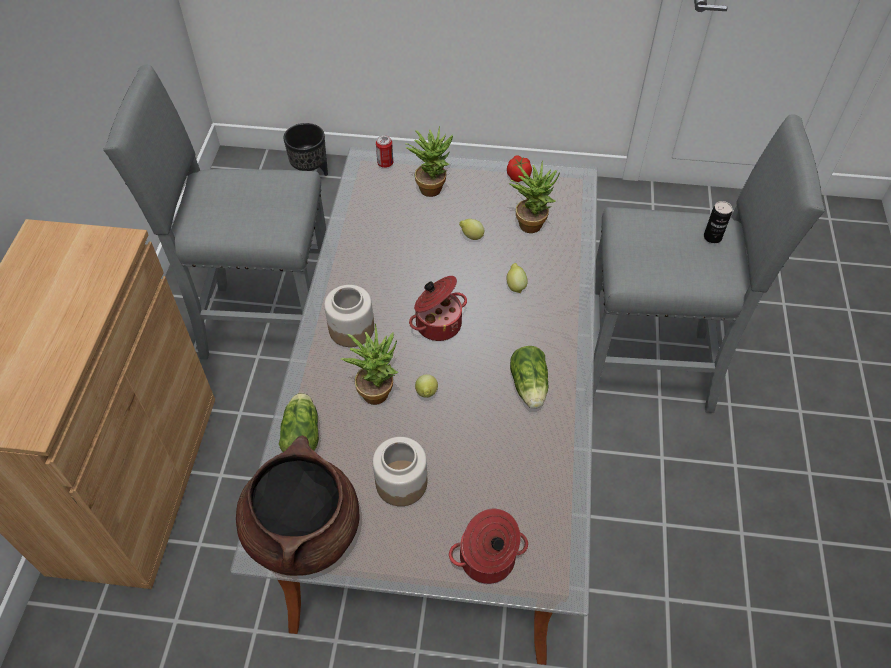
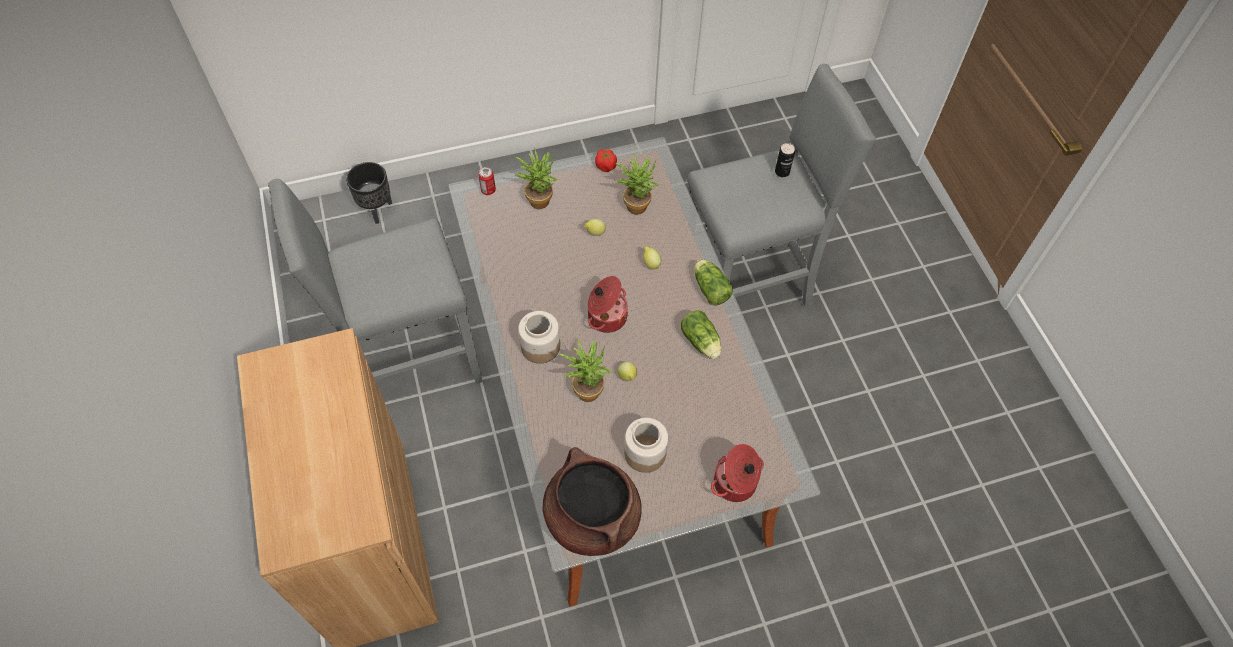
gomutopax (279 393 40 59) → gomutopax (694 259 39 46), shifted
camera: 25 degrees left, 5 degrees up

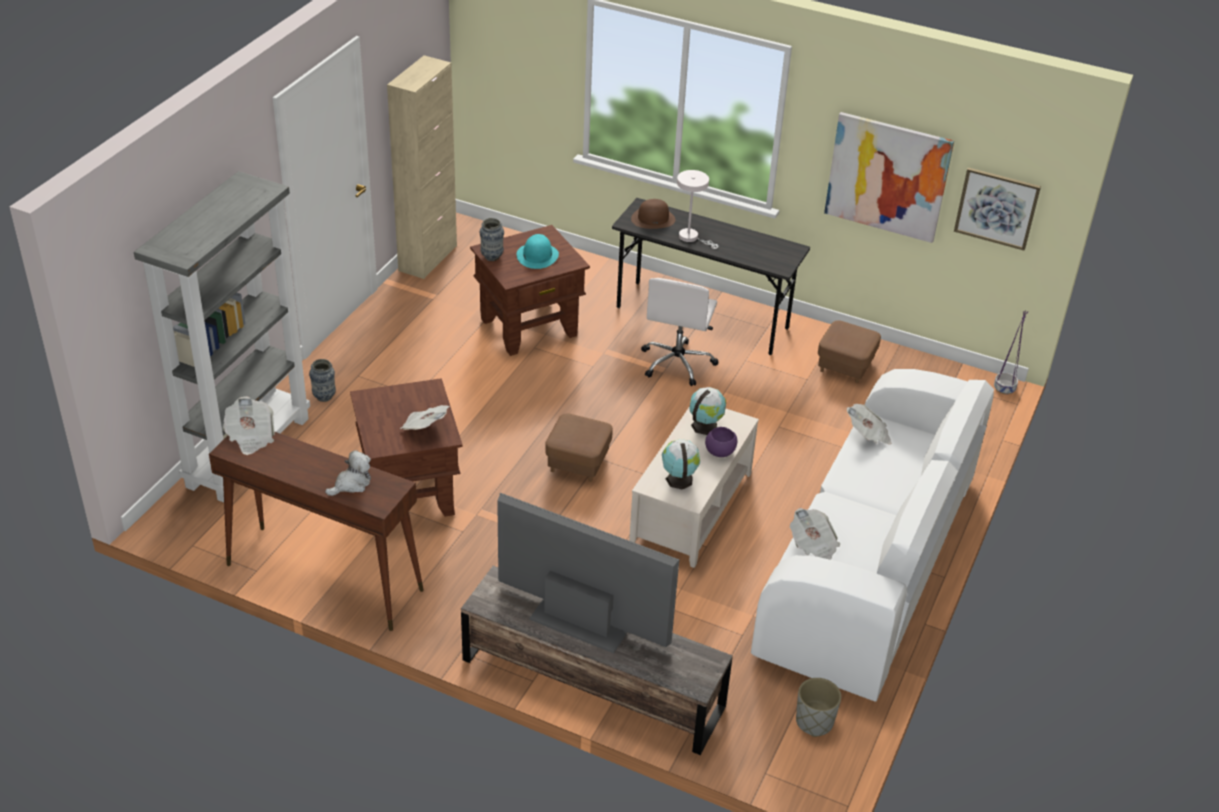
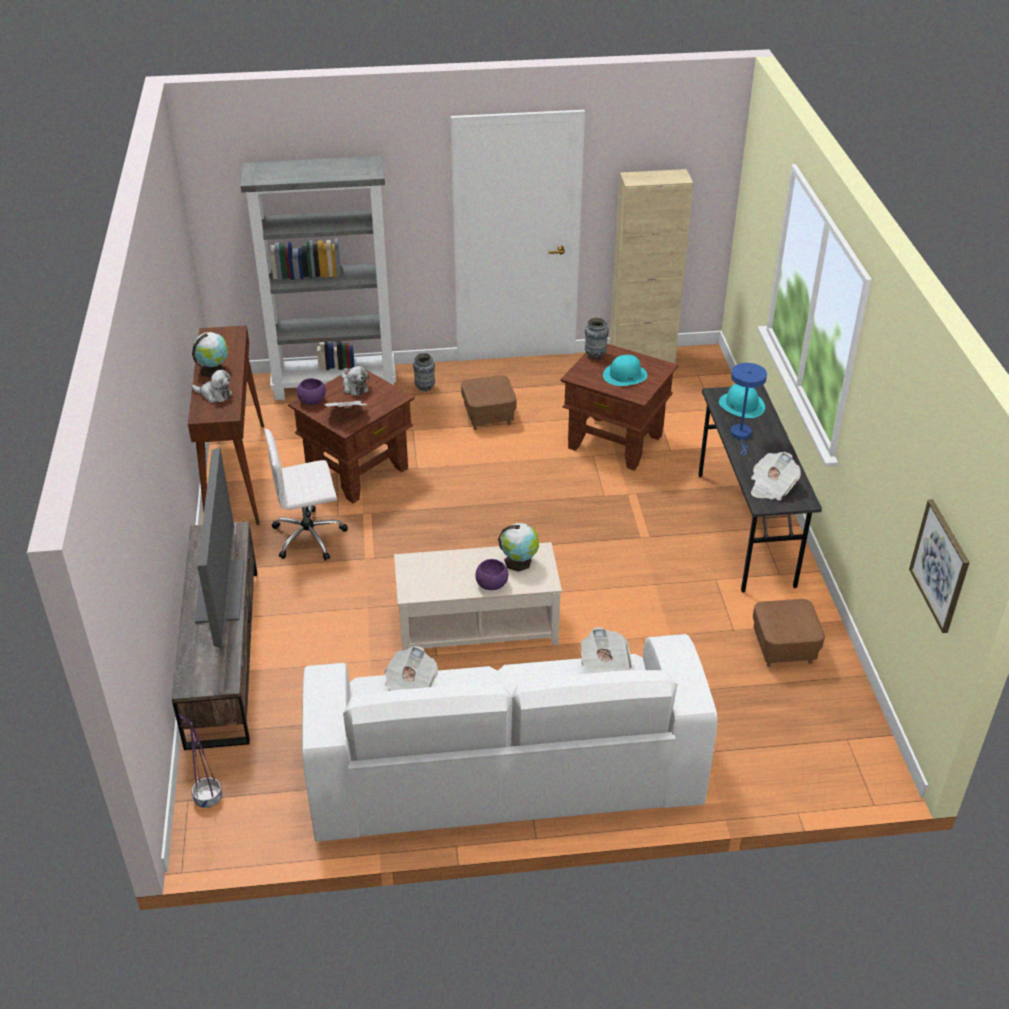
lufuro (824 112 130 131) → -
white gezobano (677 170 41 79) → blue gezobano (730 363 37 92)
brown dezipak (631 199 44 30) → turquoise dezipak (719 384 46 34)
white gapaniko (641 278 78 108) → white gapaniko (264 429 84 132), shifted
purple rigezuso (994 310 34 85) → purple rigezuso (177 713 45 95), shifted
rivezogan (223 396 52 59) → rivezogan (751 452 50 48), shifted
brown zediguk (545 413 68 69) → brown zediguk (461 375 56 55), shifted
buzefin (662 439 38 50) → buzefin (192 332 36 46), shifted
grey rigezuso (796 678 45 59) → -
- → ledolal (341 366 28 30)
- → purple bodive (297 378 29 27)
camera: 60 degrees right, 0 degrees up

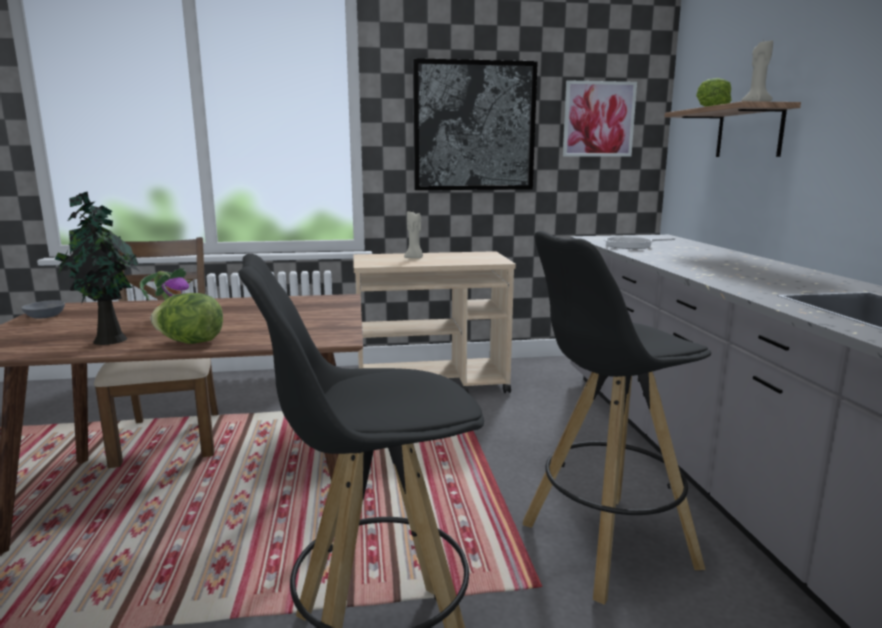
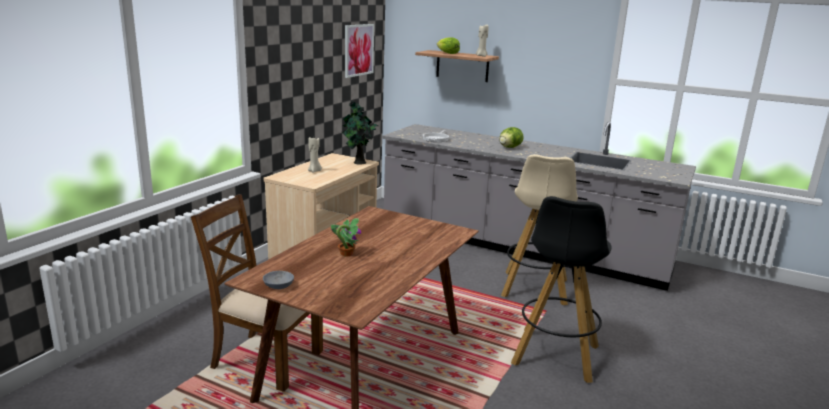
lufuro (413 58 125 132) → -
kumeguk (55 191 85 154) → kumeguk (341 101 37 64), shifted
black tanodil (523 231 188 374) → beige tanodil (501 154 77 151)
gomutopax (151 293 72 51) → gomutopax (499 127 25 21), shifted
camera: 55 degrees left, 5 degrees up

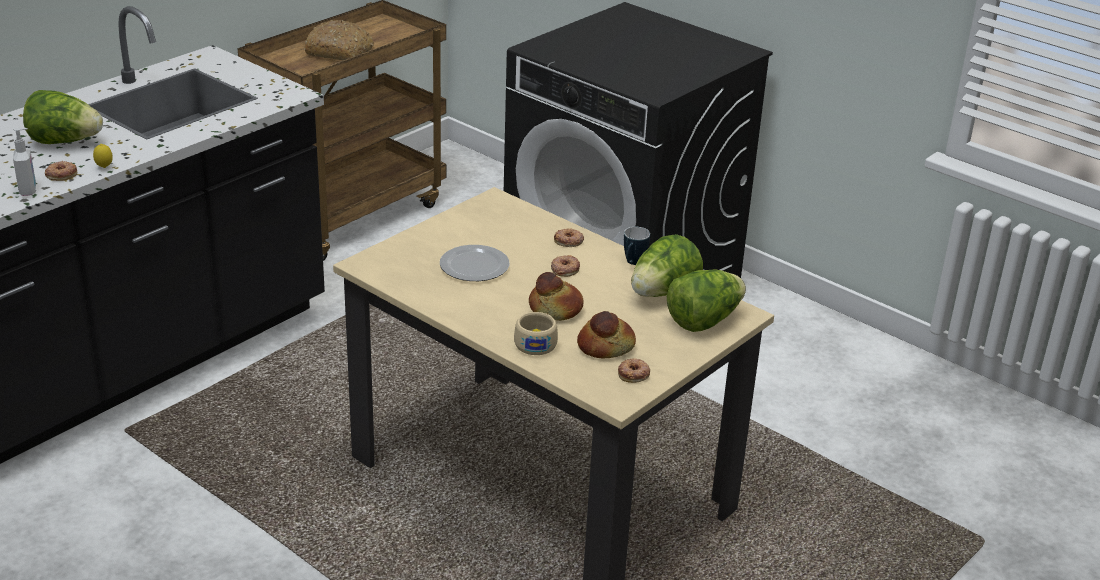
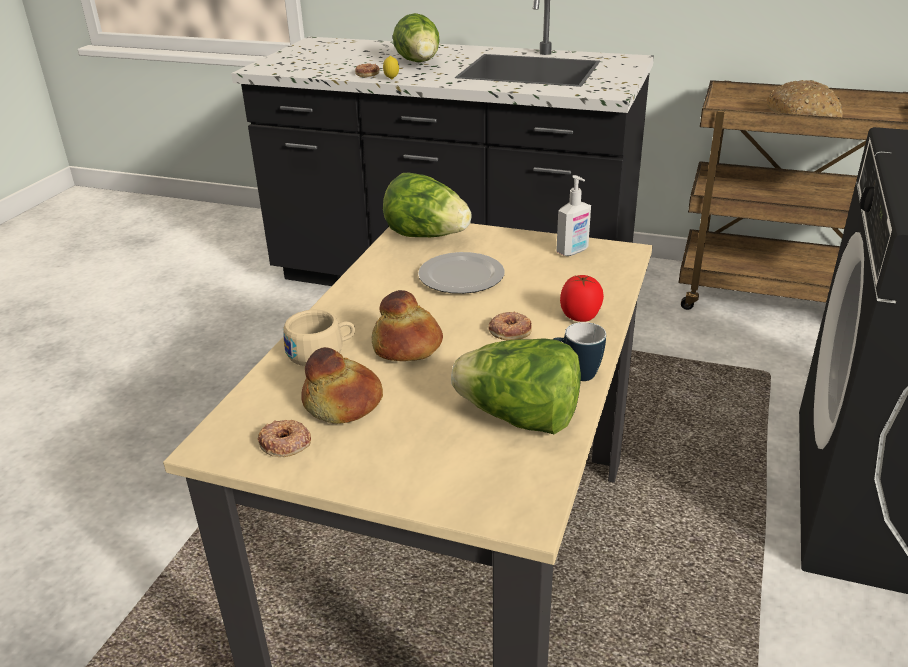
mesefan (13 128 23 68) → mesefan (556 175 35 81), shifted
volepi (554 228 30 19) → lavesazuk (560 275 44 47)
gomutopax (667 270 79 62) → gomutopax (383 172 89 65), shifted
camera: 70 degrees right, 0 degrees up

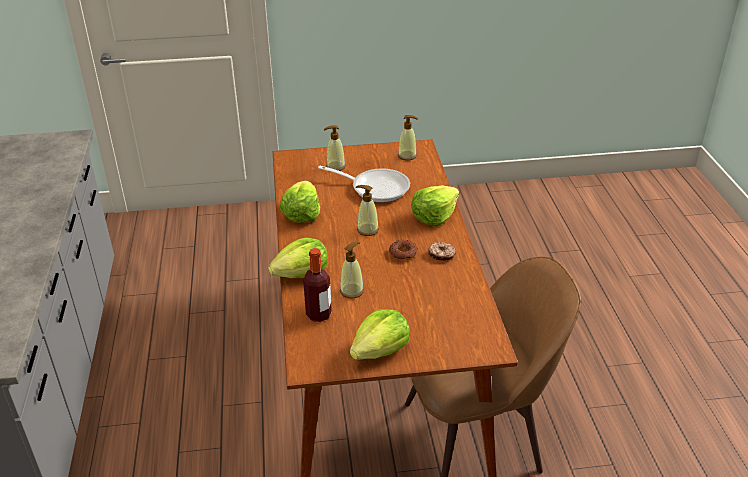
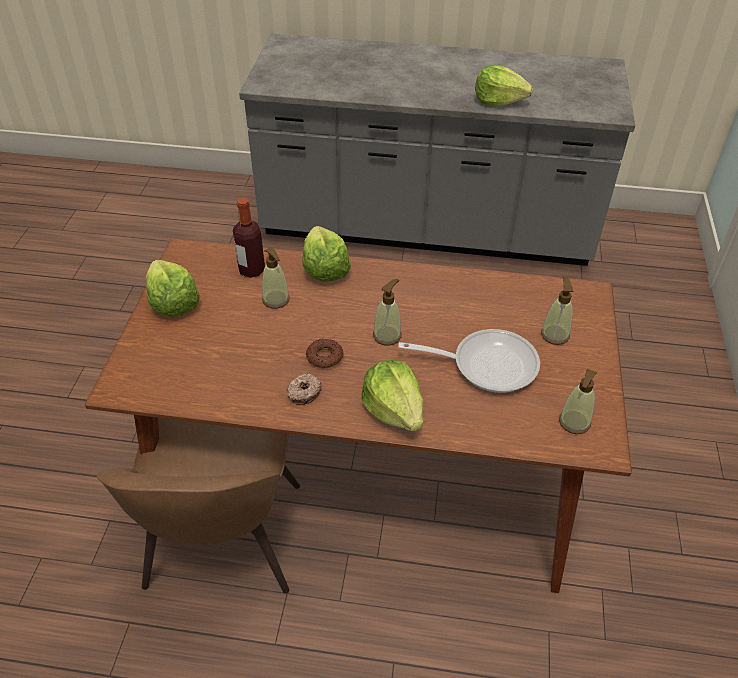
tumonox (318 166 92 36) → tumonox (398 329 142 64), 120 degrees counterclockwise
gomutopax (280 181 40 41) → gomutopax (475 64 58 42), shifted
camera: 105 degrees right, 10 degrees up

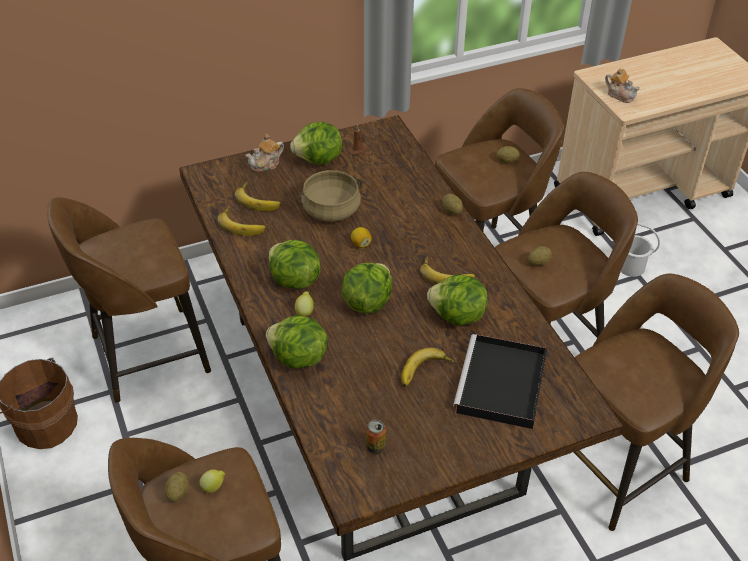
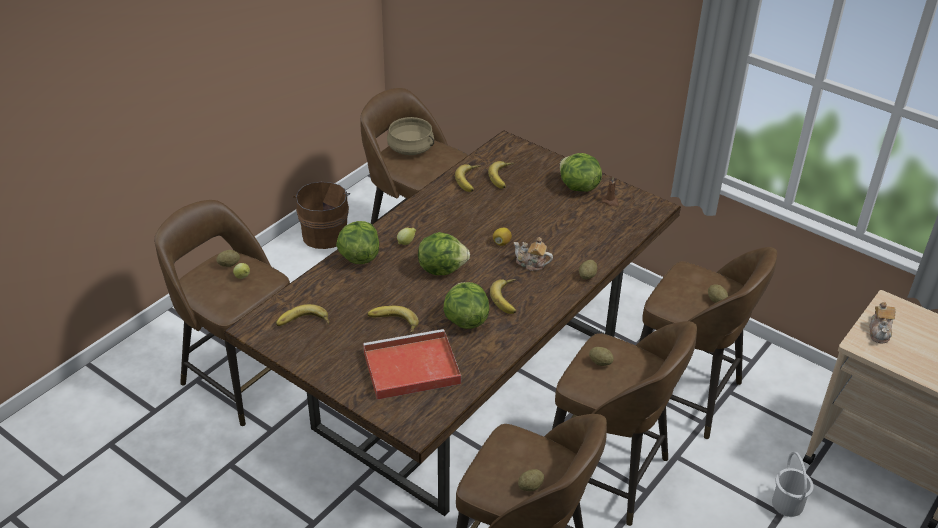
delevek (246 134 38 38) → delevek (514 237 39 34), shifted
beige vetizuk (296 170 66 52) → beige vetizuk (387 117 47 38), shifted
gomutopax (269 240 52 49) → -
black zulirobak (453 334 95 95) → red zulirobak (363 329 98 71)
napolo (366 419 20 35) → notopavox (276 304 53 22)
- → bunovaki (518 469 26 22)
camera: 60 degrees right, 5 degrees down

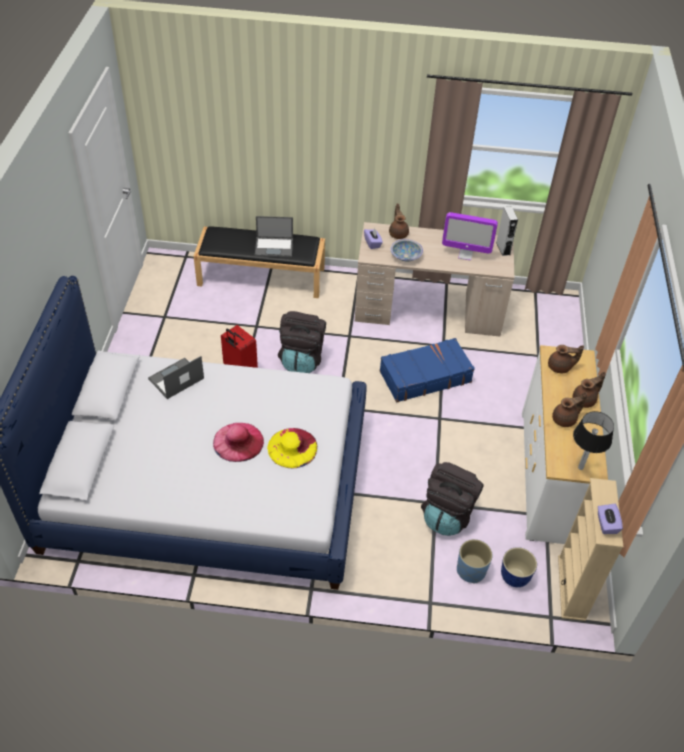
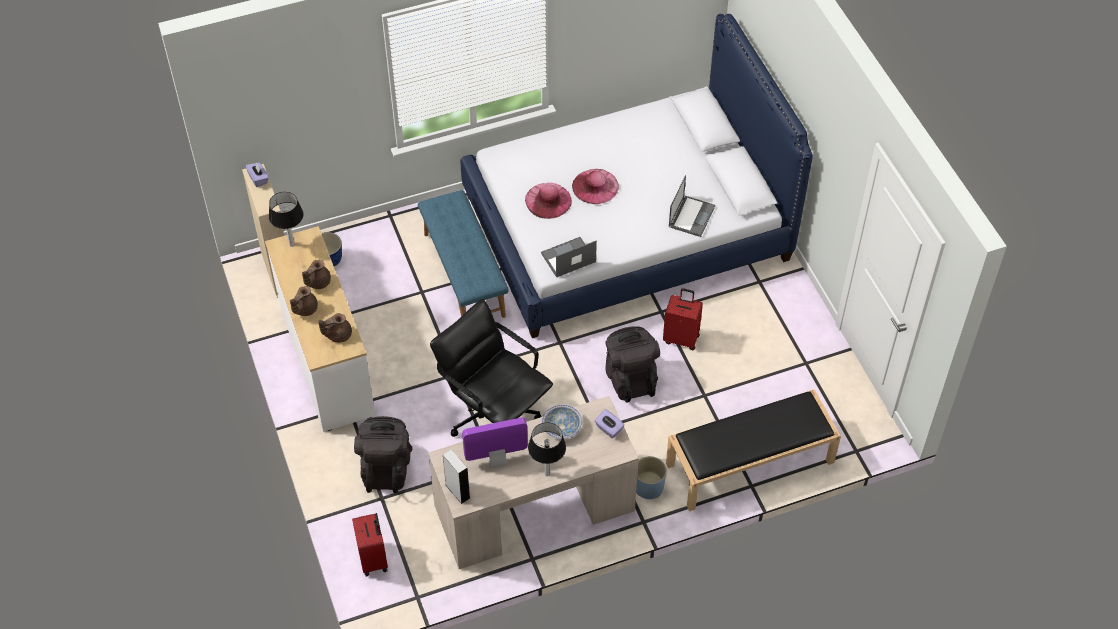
brown delevek (389 203 20 36) → -
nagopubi (255 216 38 41) → nagopubi (541 237 56 41), shifted
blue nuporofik (380 338 95 64) → black gapaniko (430 299 123 138)
yellow dezipak (267 428 50 40) → pink dezipak (525 183 47 36)
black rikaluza (421 462 63 74) → black rikaluza (354 416 58 77), shifted
blue rigezuso (457 539 35 44) → blue rigezuso (636 456 31 43), shifted
- → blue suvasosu (418 190 91 128)
- → gezobano (528 422 38 54)
- → red nuporofik (352 513 36 64)
camera: 155 degrees right, 5 degrees up

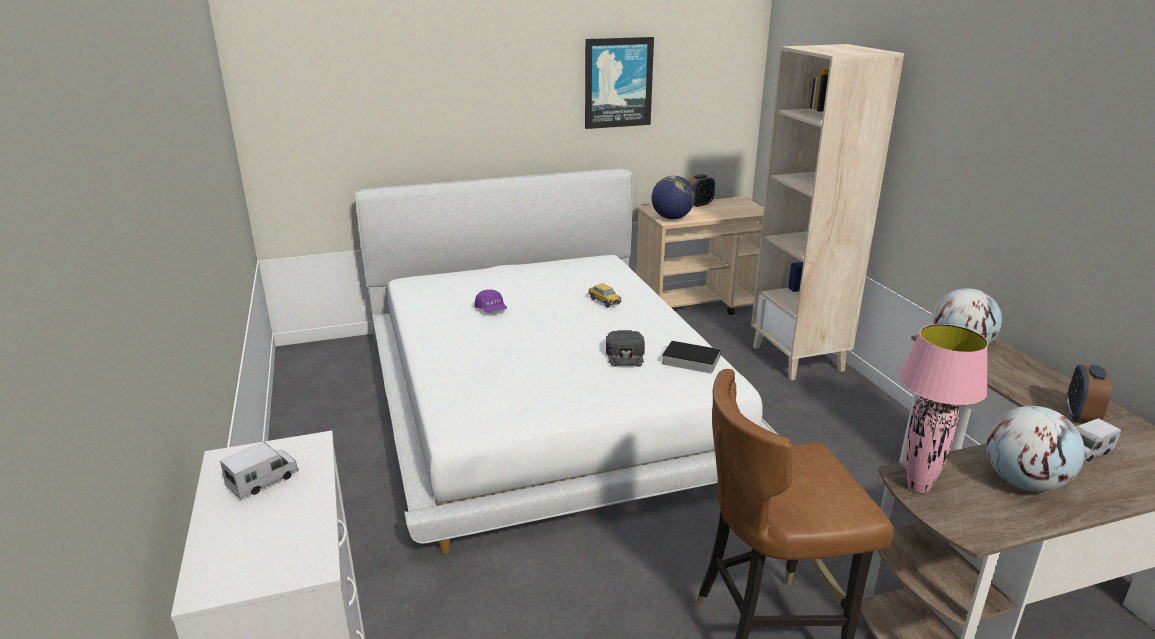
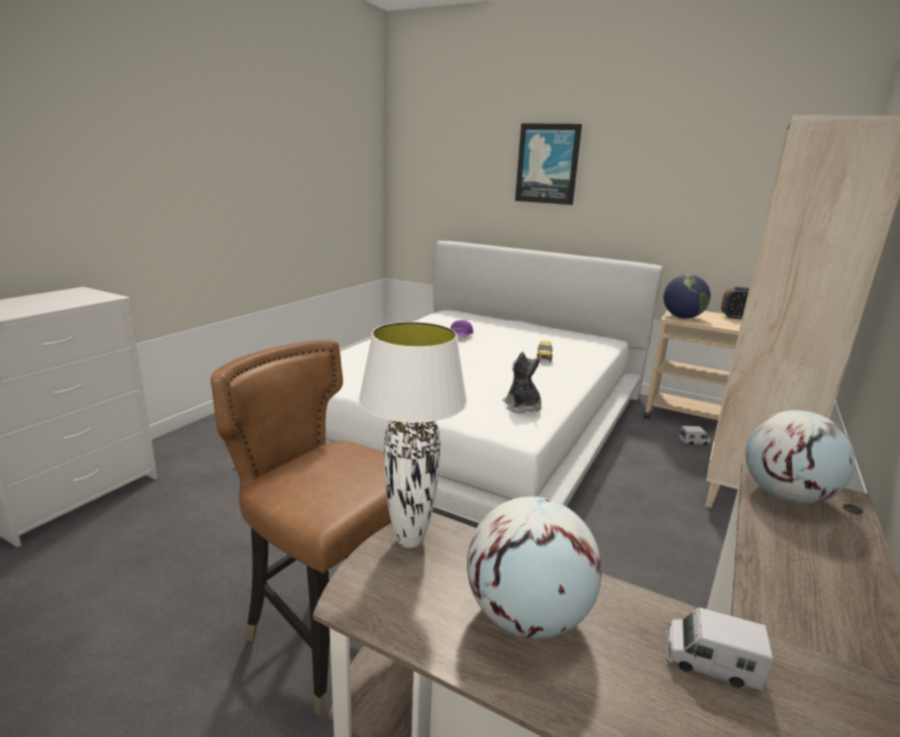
lufuro (585 37 69 92) → lufuro (515 123 67 82), shifted
pink gezobano (899 324 89 169) → white gezobano (359 322 108 226)
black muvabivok (606 330 39 37) → -
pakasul (662 341 59 33) → ledolal (503 352 38 62)
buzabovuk (1067 365 45 58) → -
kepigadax (220 442 79 58) → kepigadax (679 426 32 19), shifted
camera: 45 degrees right, 5 degrees down

